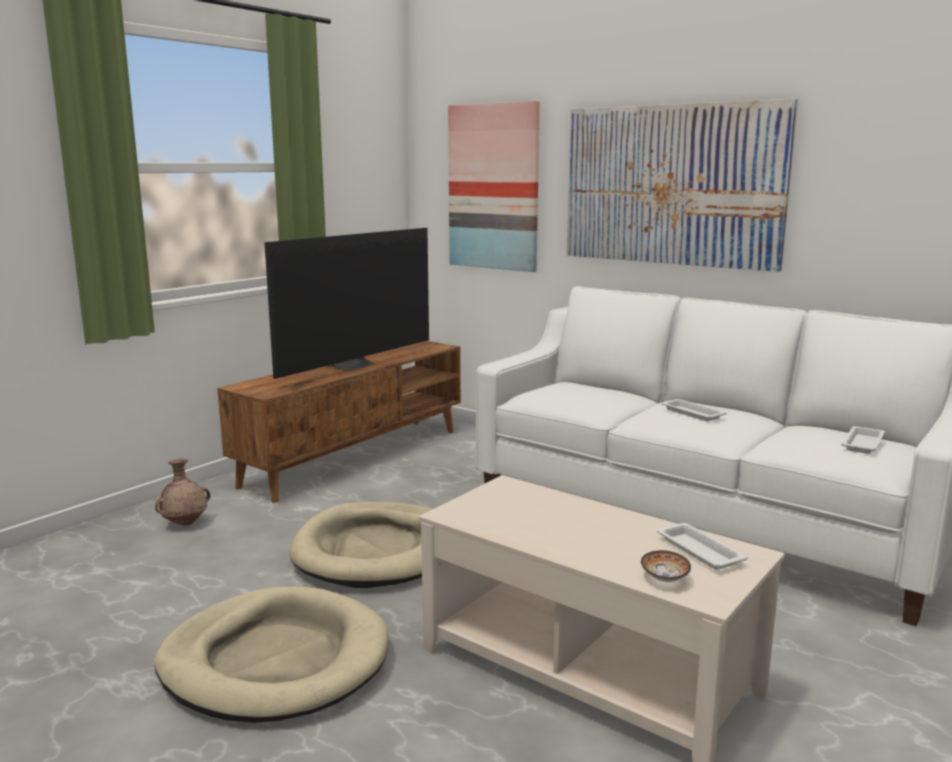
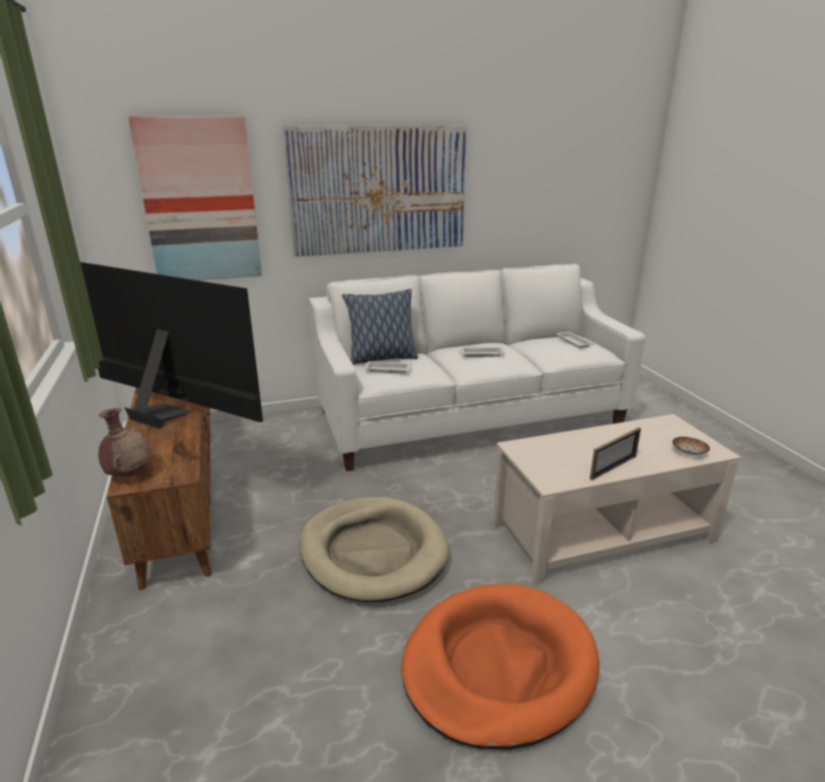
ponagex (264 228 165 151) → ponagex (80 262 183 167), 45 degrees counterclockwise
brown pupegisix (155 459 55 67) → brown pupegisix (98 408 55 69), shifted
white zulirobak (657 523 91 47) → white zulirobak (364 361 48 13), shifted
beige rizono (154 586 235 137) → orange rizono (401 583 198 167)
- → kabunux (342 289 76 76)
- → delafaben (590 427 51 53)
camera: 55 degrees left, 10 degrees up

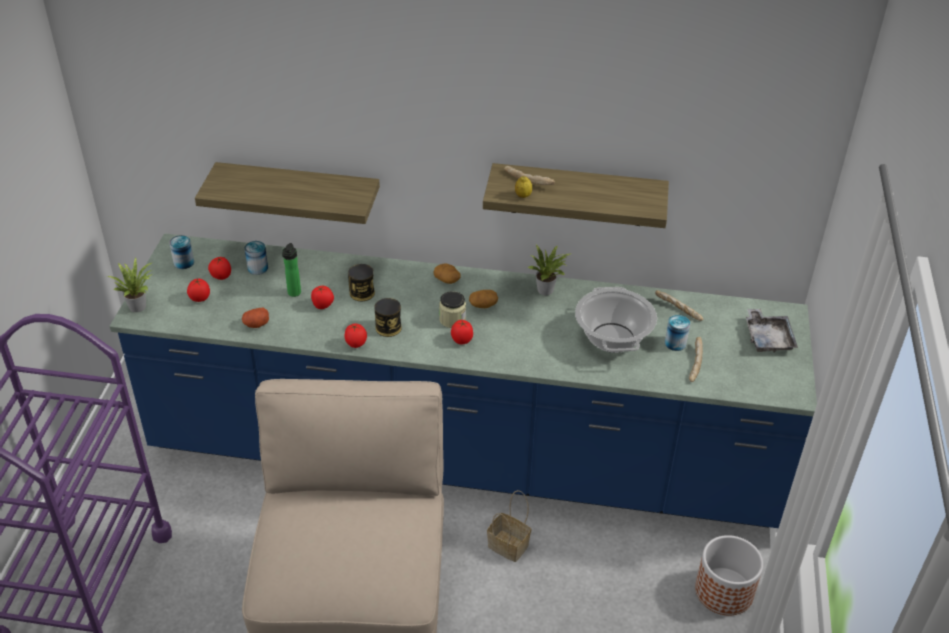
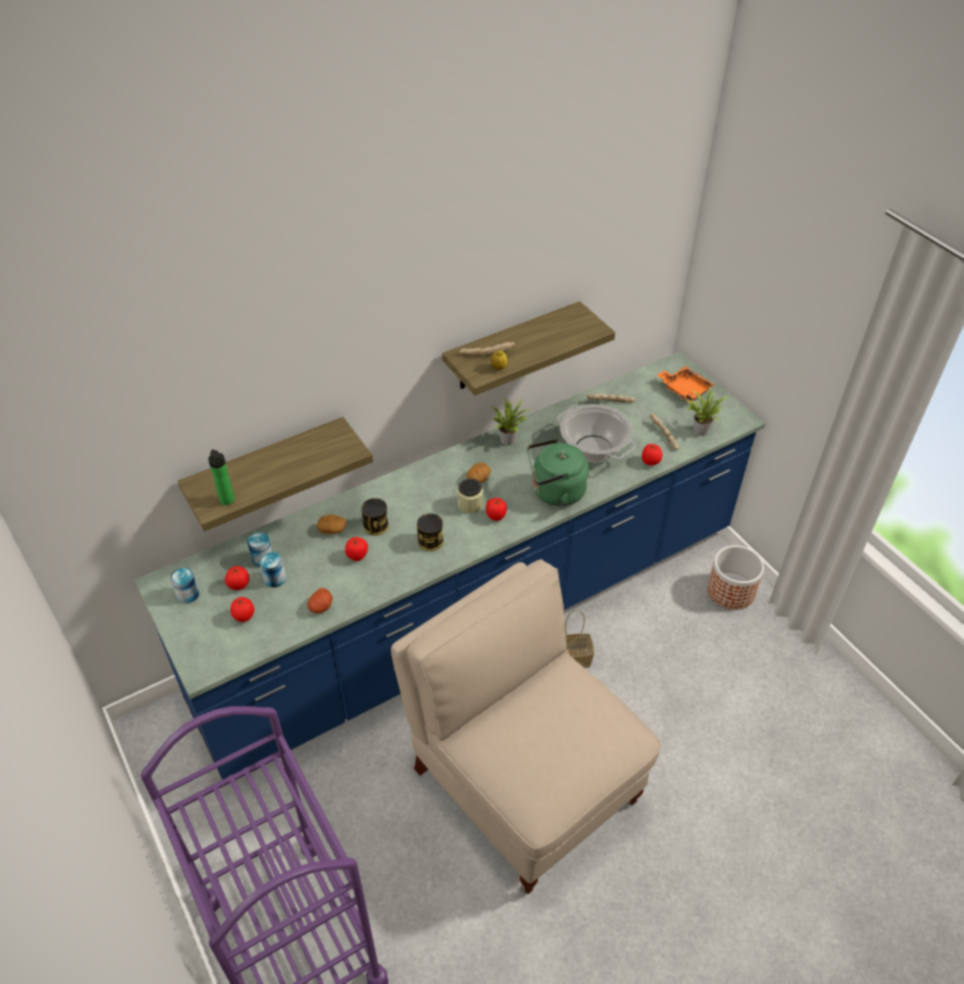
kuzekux (282 243 19 54) → kuzekux (208 450 27 55), shifted
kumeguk (107 257 46 55) → kumeguk (686 387 44 49), shifted
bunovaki (433 263 28 21) → bunovaki (316 515 30 19), shifted
grey zulirobak (746 309 52 44) → orange zulirobak (657 366 57 36)
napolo (665 315 25 36) → napolo (260 552 26 35), shifted
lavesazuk (345 323 22 25) → lavesazuk (642 444 20 21), shifted
- → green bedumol (527 439 62 67)
camera: 40 degrees left, 5 degrees up

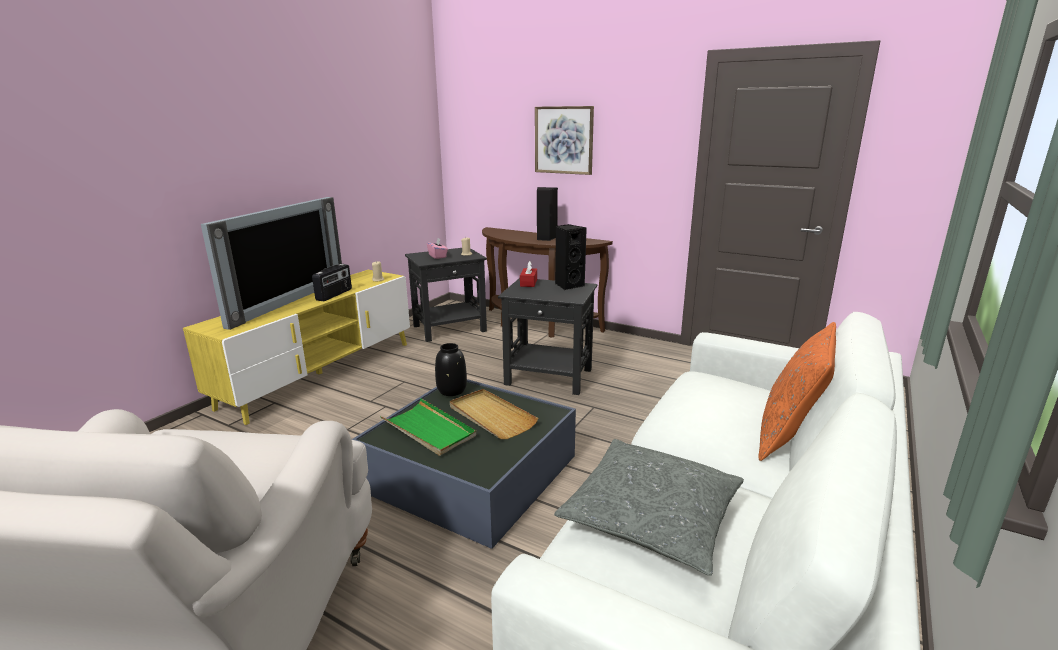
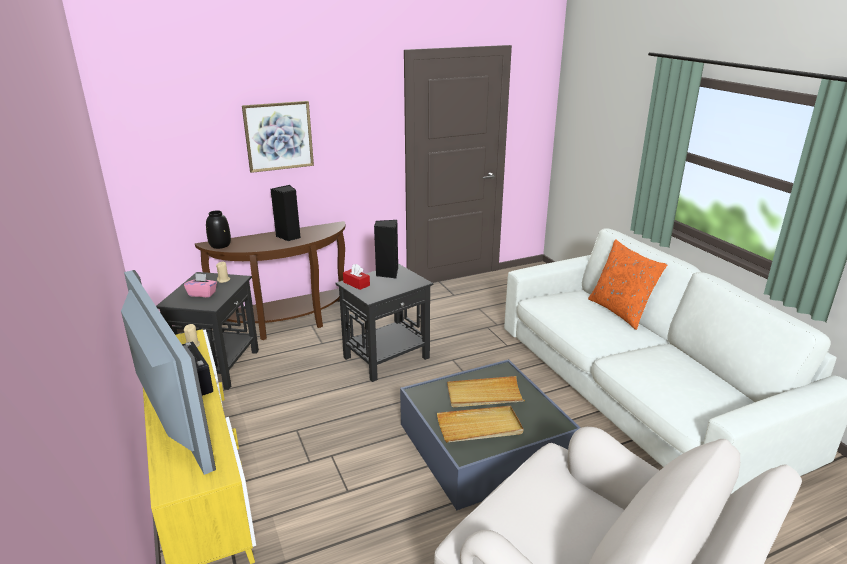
black pupegisix (435 343 32 53) → black pupegisix (206 210 25 39), shifted
green zulirobak (380 398 96 58) → beige zulirobak (437 406 86 36)
grey kabunux (554 439 190 137) → -
camera: 55 degrees left, 5 degrees up

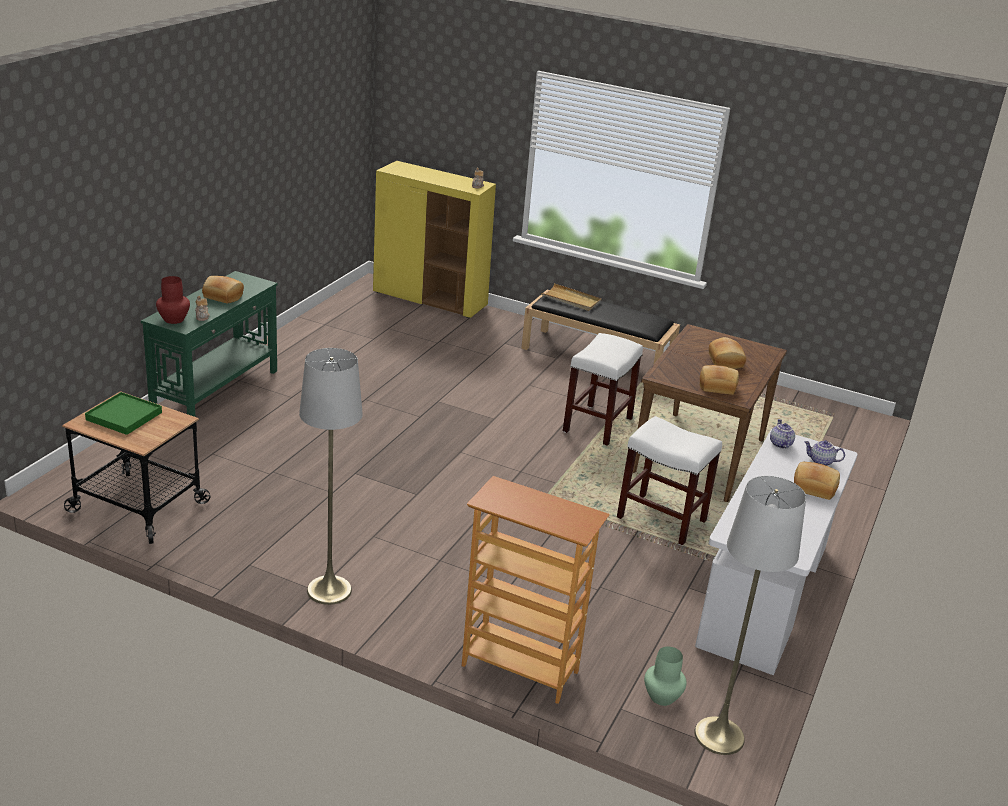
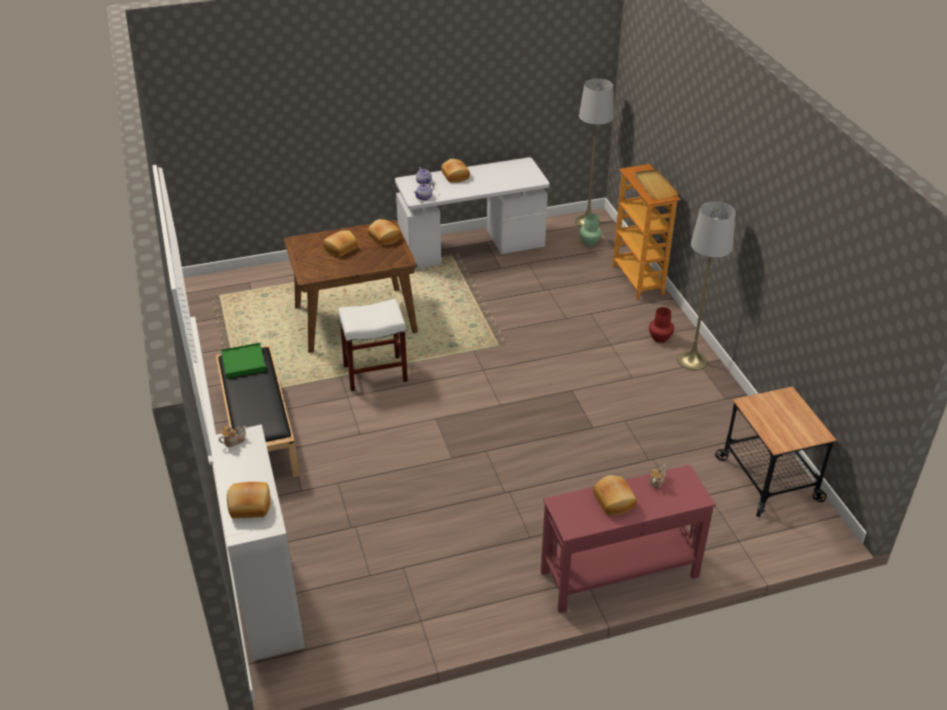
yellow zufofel (373 161 123 157) → white zufofel (209 424 96 237)
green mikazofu (141 271 136 158) → red mikazofu (541 465 175 148)
red pupegisix (156 276 34 48) → red pupegisix (649 307 25 36), shifted
beige zulirobak (541 283 60 28) → beige zulirobak (634 169 44 31), shifted
green zulirobak (85 392 77 43) → green zulirobak (221 343 45 35), shifted
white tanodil (617 416 105 130) → -
- → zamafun (227 482 43 36)
camera: 130 degrees left, 10 degrees up

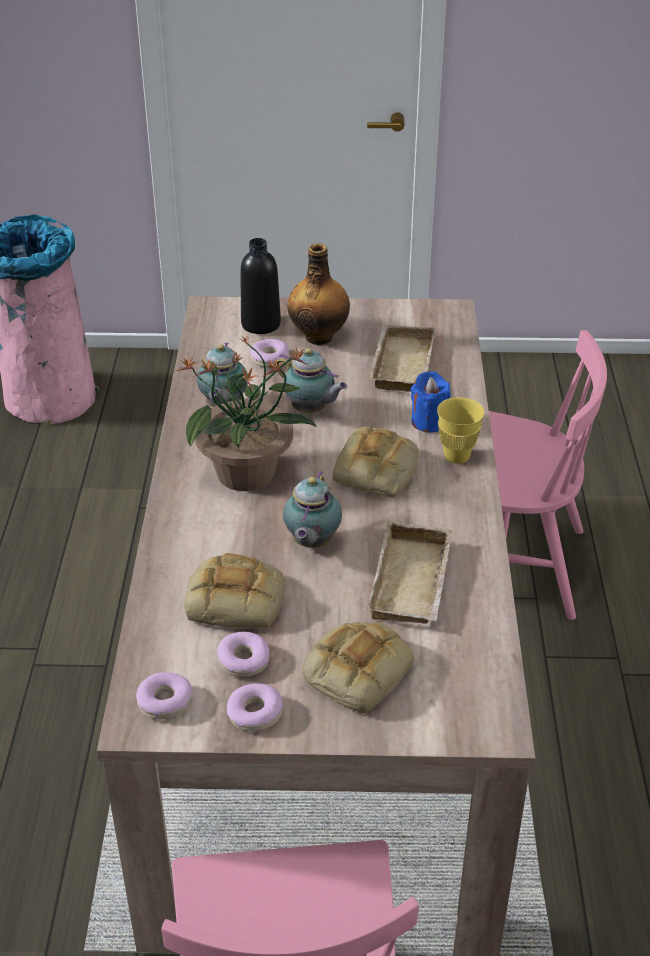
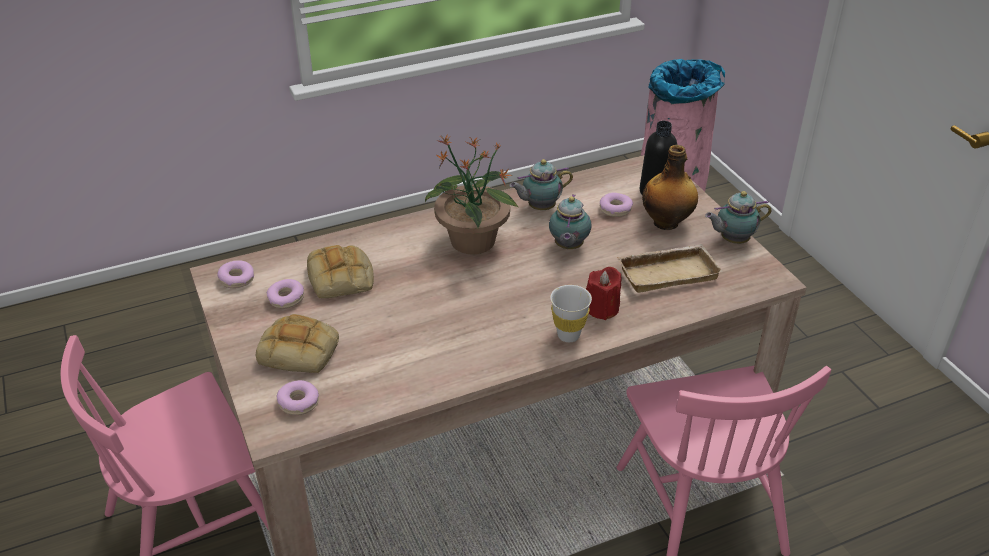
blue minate (411 371 40 62) → red minate (586 267 35 53)
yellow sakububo (437 397 47 67) → white sakububo (550 285 42 57)
zamafun (333 427 86 70) → -
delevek (283 471 59 77) → delevek (705 191 67 53), shifted
beige zulirobak (367 520 85 103) → -
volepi (227 683 56 48) → volepi (276 380 43 35), shifted
camera: 65 degrees right, 0 degrees up

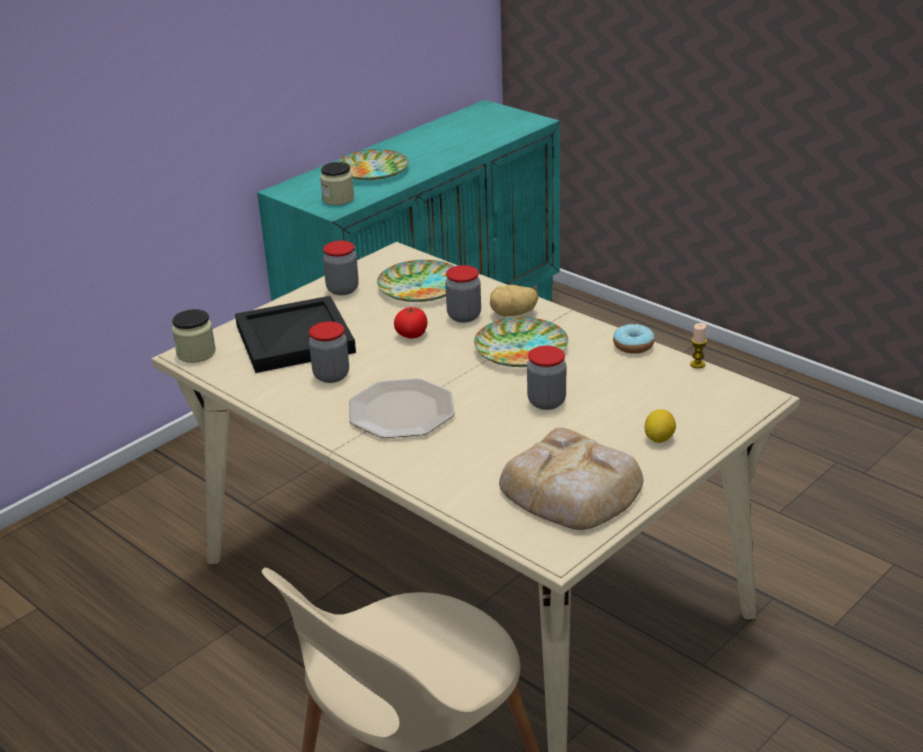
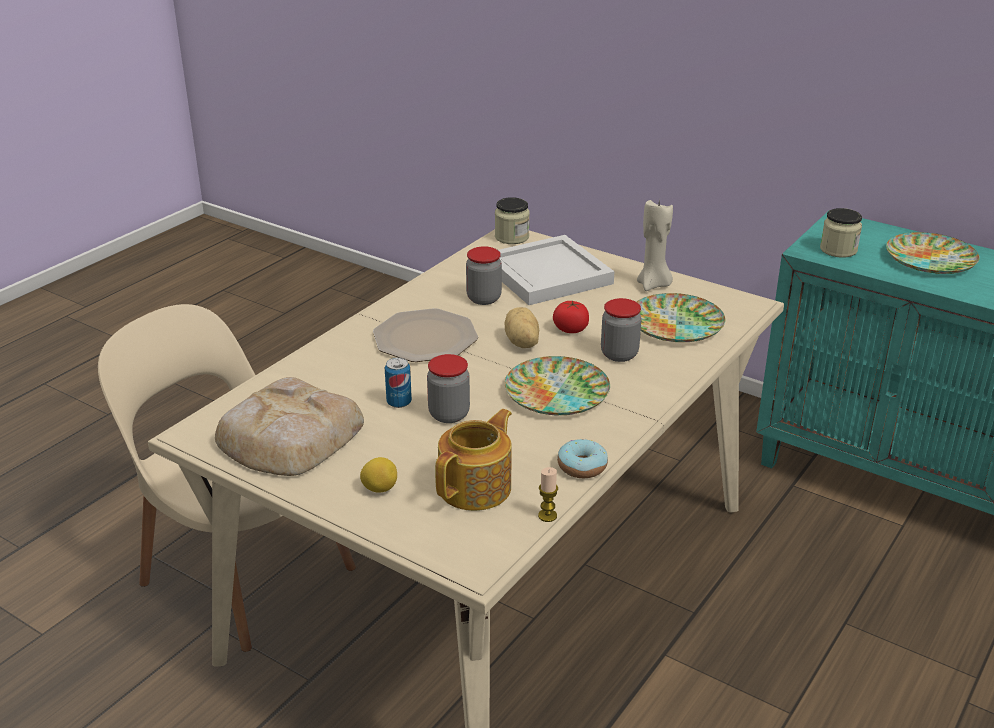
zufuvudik (323 240 36 55) → beige minate (637 199 36 92)
bunovaki (490 285 48 32) → bunovaki (505 307 34 41), shifted
black zulirobak (235 296 121 77) → white zulirobak (499 235 116 70)
- → napolo (385 357 27 51)
- → delevek (435 409 77 102)
camera: 80 degrees right, 0 degrees up

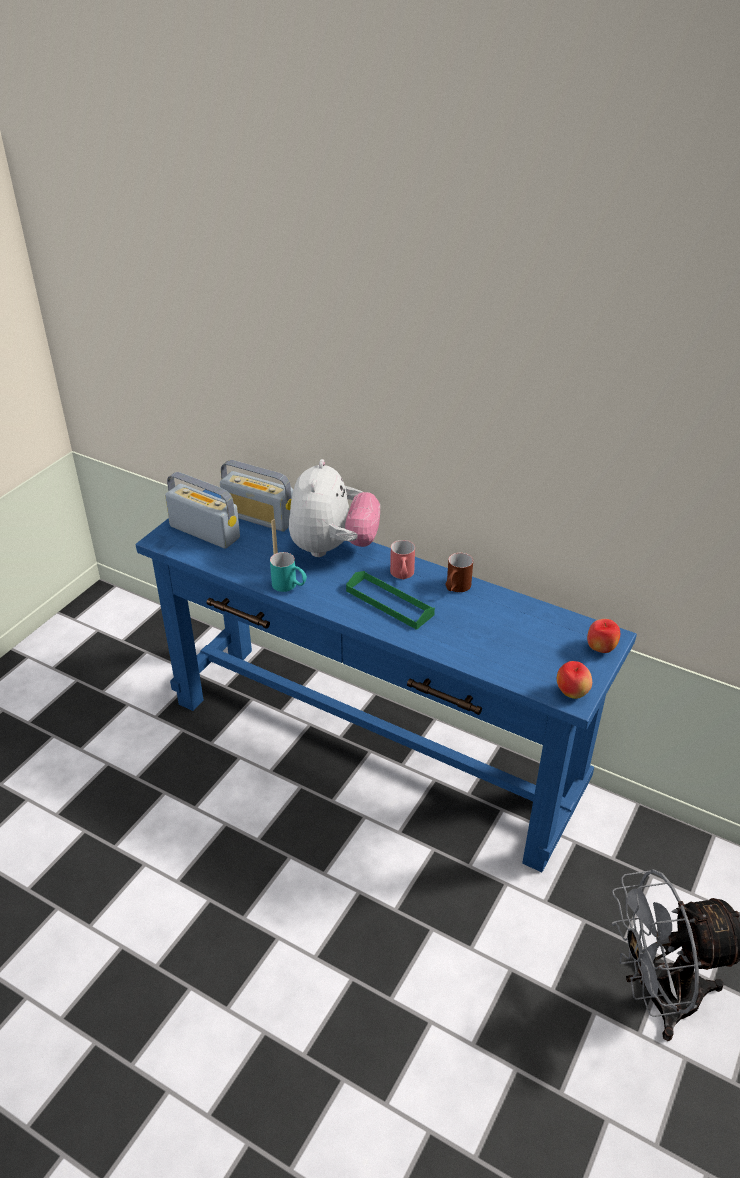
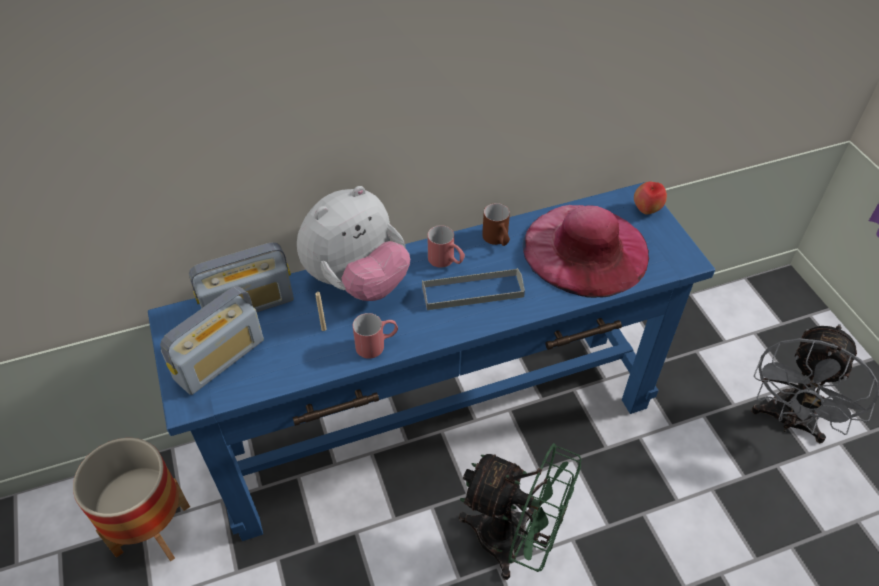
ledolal (289 459 91 98) → ledolal (297 186 113 115), 90 degrees clockwise
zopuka (165 472 75 77) → zopuka (160 286 104 109), 150 degrees clockwise
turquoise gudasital (270 552 37 40) → red gudasital (353 313 45 46)
green zulirobak (346 571 89 59) → grey zulirobak (422 268 103 42)
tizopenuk (557 661 35 38) → -
- → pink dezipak (523 205 126 93)
- → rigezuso (73 438 117 123)
- → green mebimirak (459 443 123 137)
camera: 50 degrees left, 10 degrees up

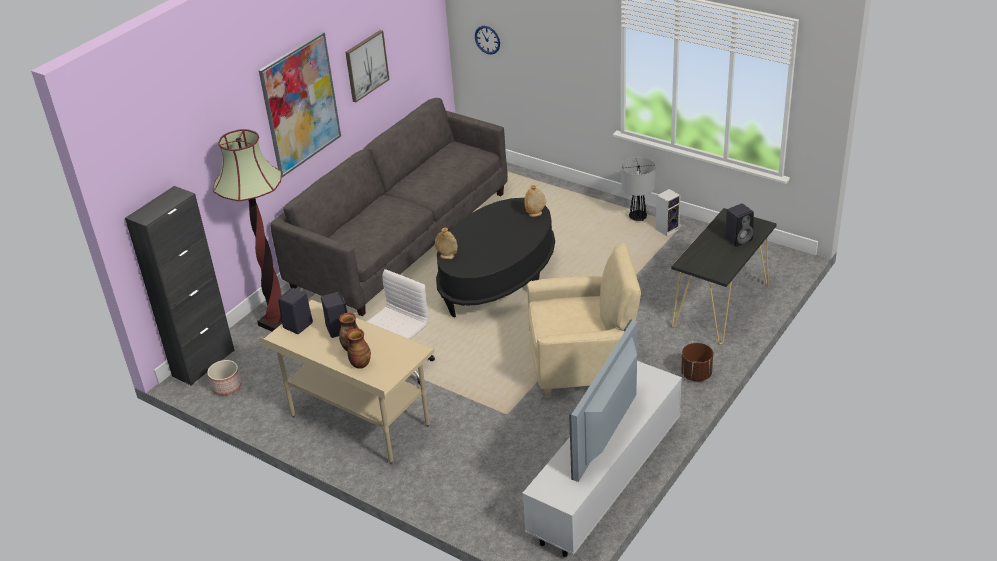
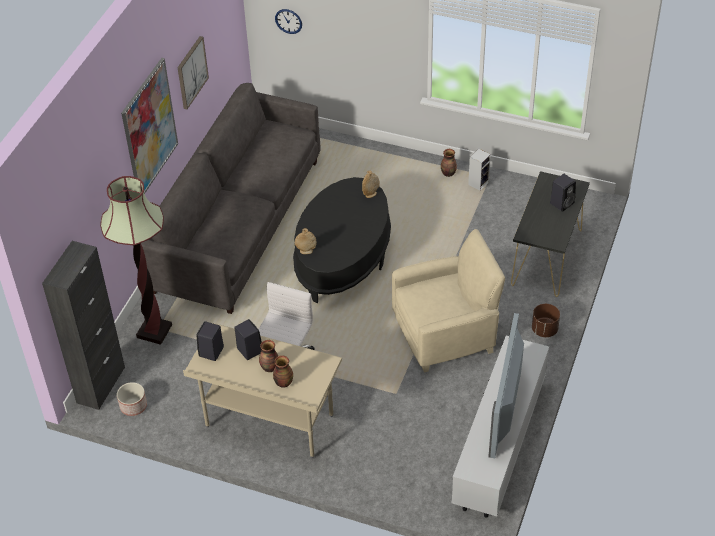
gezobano (622 157 34 64) → pupegisix (441 149 16 28)
camera: 15 degrees left, 10 degrees up

